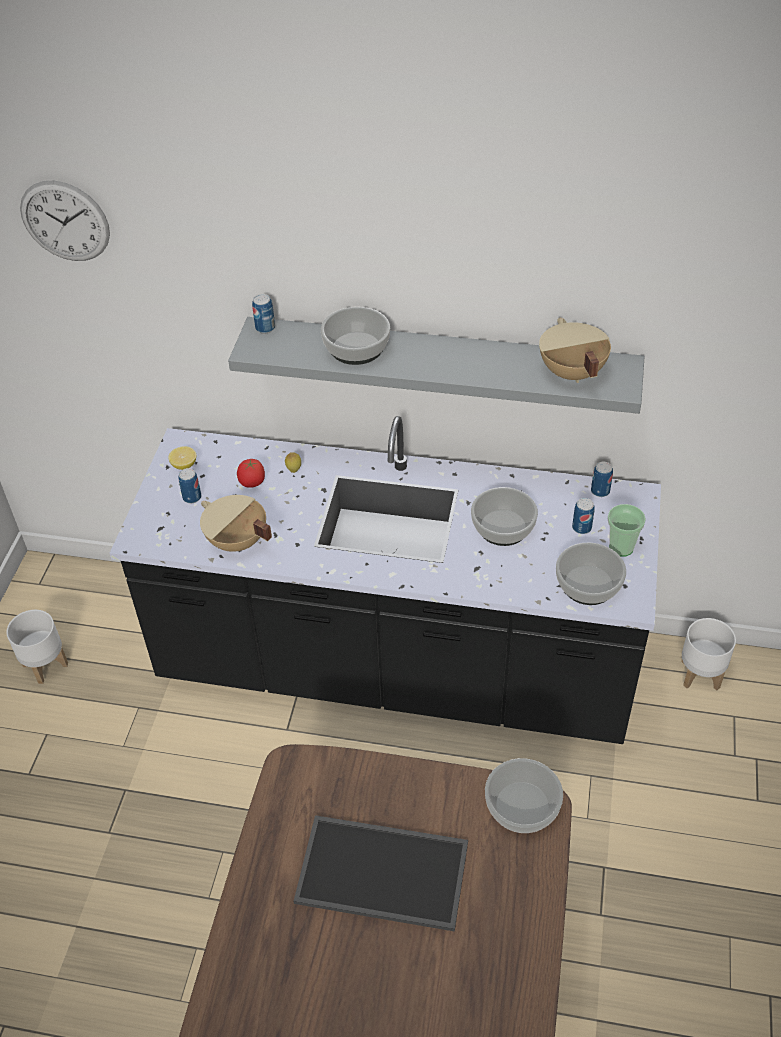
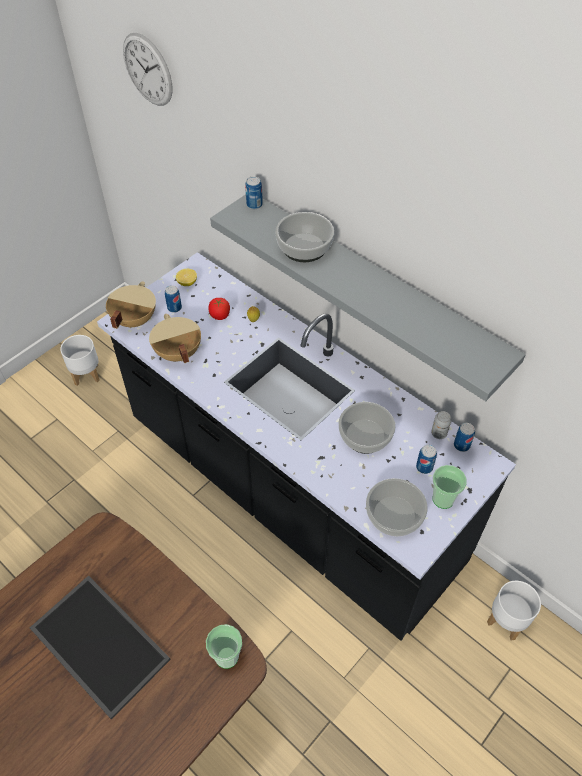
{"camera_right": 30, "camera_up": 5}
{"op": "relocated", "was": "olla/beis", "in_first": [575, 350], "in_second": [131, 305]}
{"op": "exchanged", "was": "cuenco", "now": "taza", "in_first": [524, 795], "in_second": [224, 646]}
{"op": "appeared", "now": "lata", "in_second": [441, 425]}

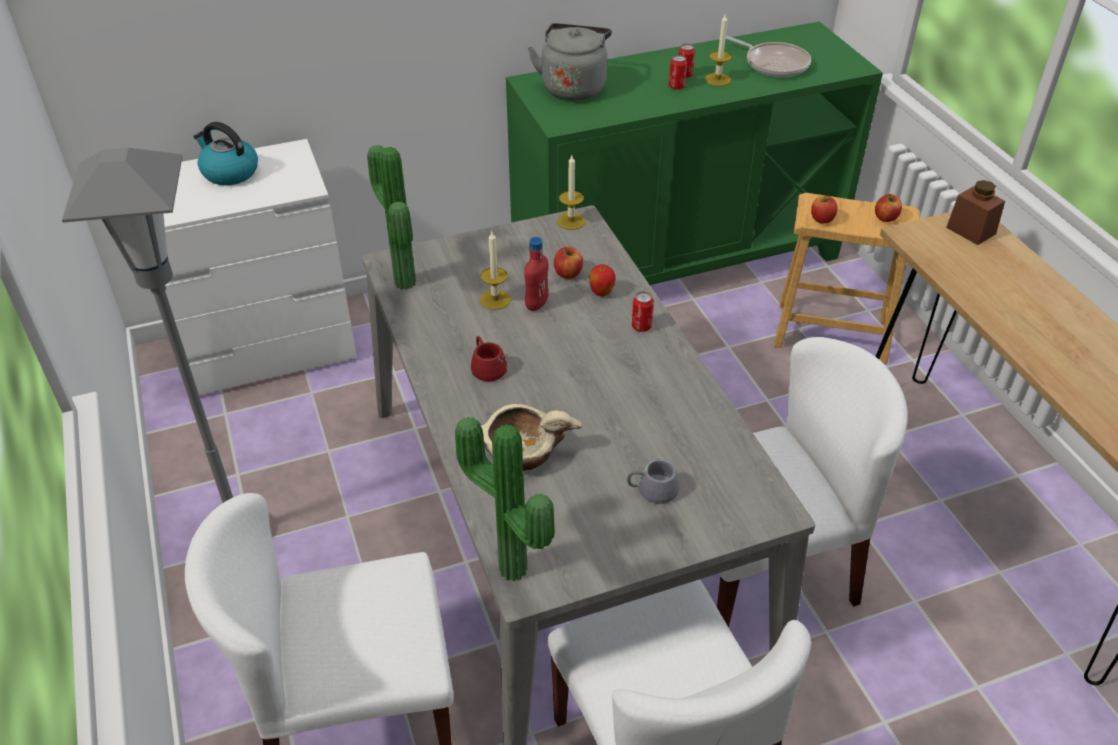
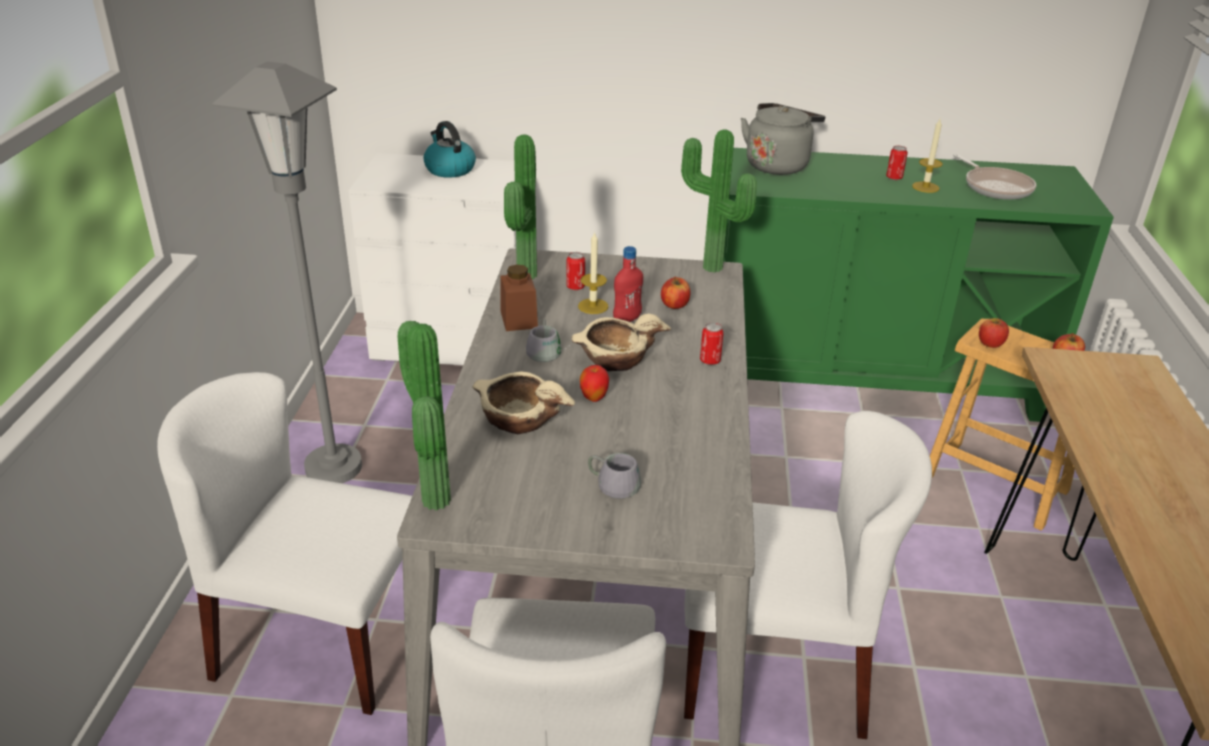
{"camera_right": 25, "camera_up": -10}
{"op": "relocated", "was": "tarro/marrón", "in_first": [975, 212], "in_second": [519, 298]}
{"op": "colour", "was": "taza grande/rojo", "now": "taza grande/gris", "in_first": [489, 358], "in_second": [548, 340]}
{"op": "relocated", "was": "lata", "in_first": [678, 72], "in_second": [576, 271]}
{"op": "appeared", "now": "cuenco/beis", "in_second": [621, 342]}
{"op": "relocated", "was": "manzana", "in_first": [602, 280], "in_second": [594, 383]}
{"op": "exchanged", "was": "vela", "now": "planta en maceta", "in_first": [571, 192], "in_second": [719, 201]}

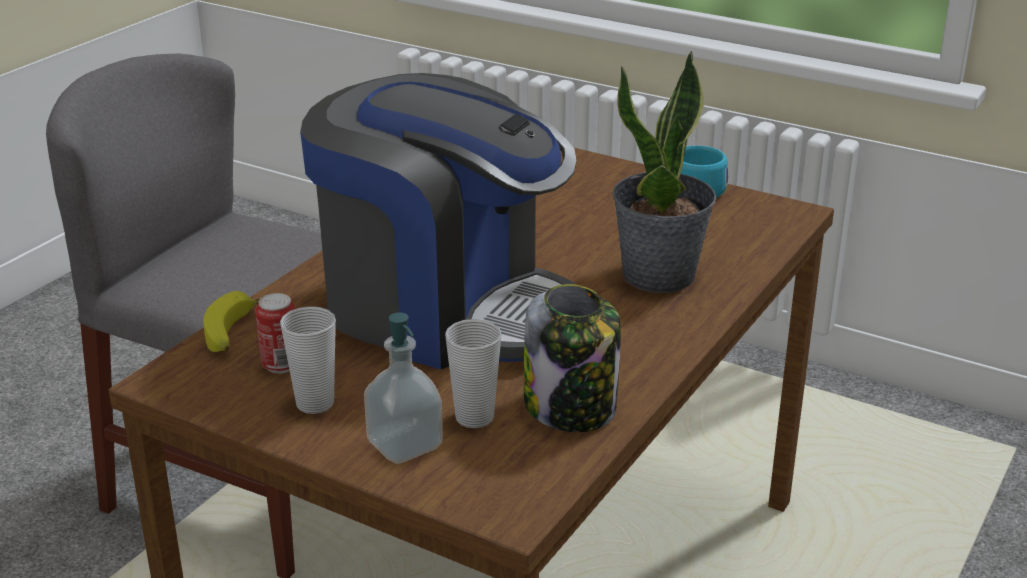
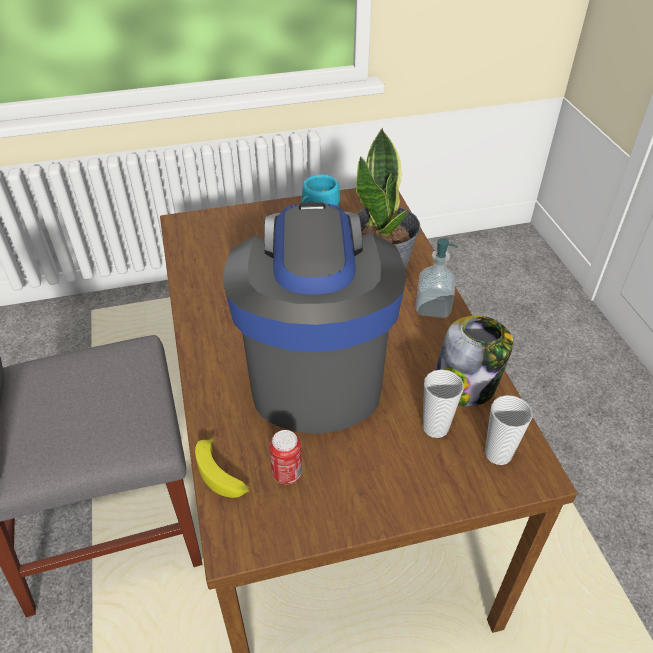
{"camera_right": -45, "camera_up": 15}
{"op": "spun", "was": "cafetera", "in_first": [438, 221], "in_second": [314, 317], "clockwise": -75}
{"op": "relocated", "was": "dispensador de jabón", "in_first": [403, 388], "in_second": [436, 278]}
{"op": "relocated", "was": "taza", "in_first": [308, 360], "in_second": [509, 430]}

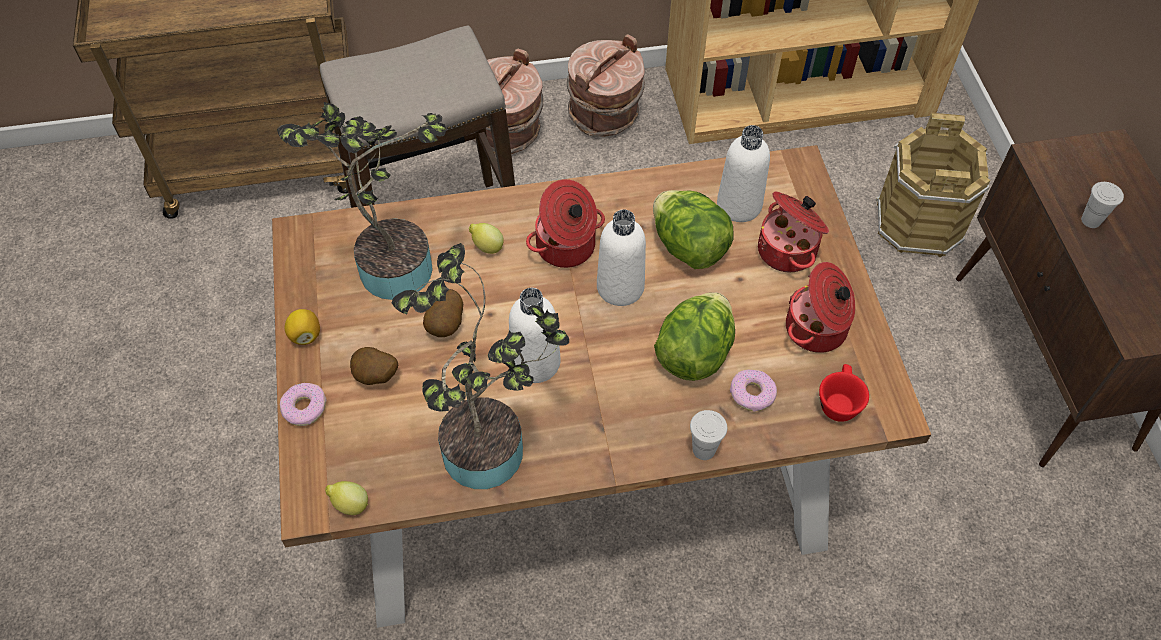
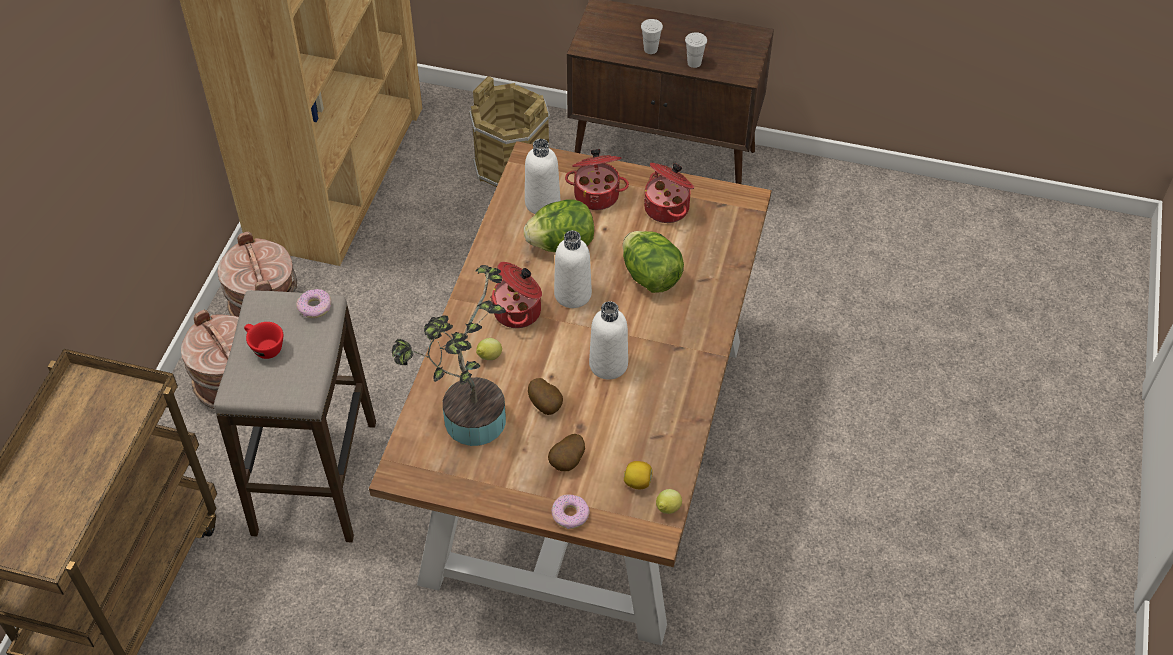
{"camera_right": -65, "camera_up": -5}
{"op": "relocated", "was": "taza/rojo", "in_first": [844, 393], "in_second": [263, 340]}
{"op": "relocated", "was": "rosquilla", "in_first": [753, 391], "in_second": [313, 303]}
{"op": "relocated", "was": "limón", "in_first": [302, 327], "in_second": [638, 475]}
{"op": "relocated", "was": "taza/blanco", "in_first": [708, 435], "in_second": [696, 50]}
{"op": "missing", "was": "planta en maceta", "in_first": [480, 366]}

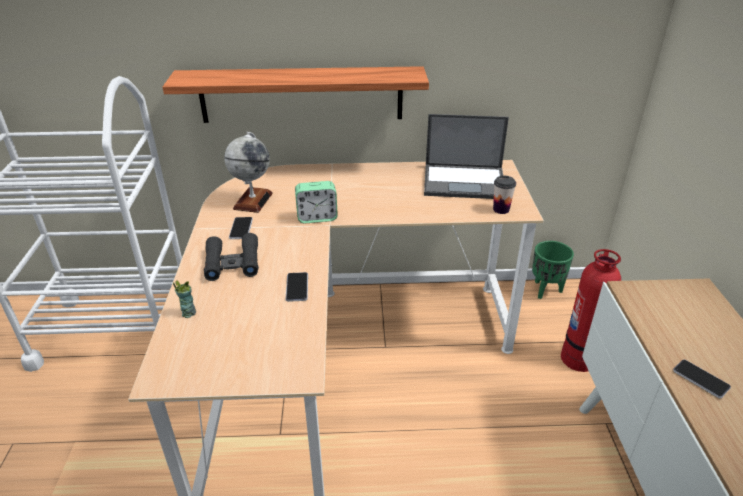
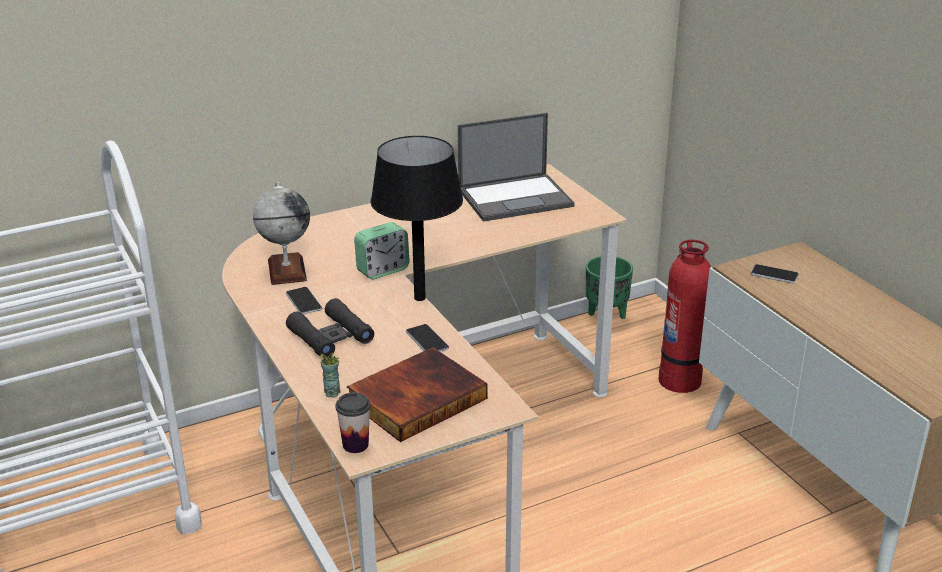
{"camera_right": -25, "camera_up": -5}
{"op": "relocated", "was": "taza", "in_first": [504, 195], "in_second": [353, 422]}
{"op": "appeared", "now": "libro", "in_second": [417, 394]}
{"op": "appeared", "now": "lámpara de mesa/negro", "in_second": [416, 218]}
{"op": "relocated", "was": "móvil", "in_first": [702, 379], "in_second": [775, 273]}
{"op": "missing", "was": "estante", "in_first": [296, 94]}

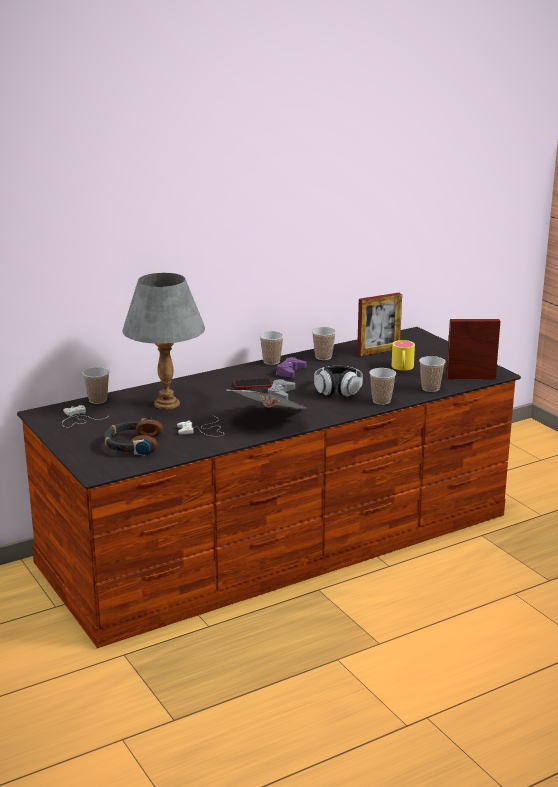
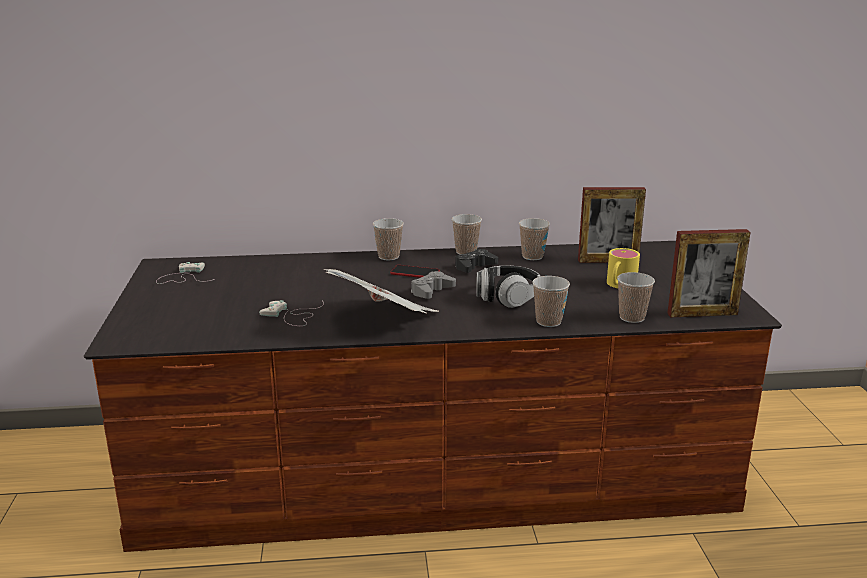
{"camera_right": 25, "camera_up": 0}
{"op": "relocated", "was": "taza", "in_first": [96, 385], "in_second": [388, 239]}
{"op": "colour", "was": "mando de consola/morado", "now": "mando de consola/negro", "in_first": [291, 367], "in_second": [476, 261]}
{"op": "spun", "was": "portarretratos", "in_first": [473, 349], "in_second": [709, 273], "clockwise": 150}
{"op": "missing", "was": "auriculares", "in_first": [133, 437]}
{"op": "missing", "was": "lámpara de mesa/gris", "in_first": [163, 341]}

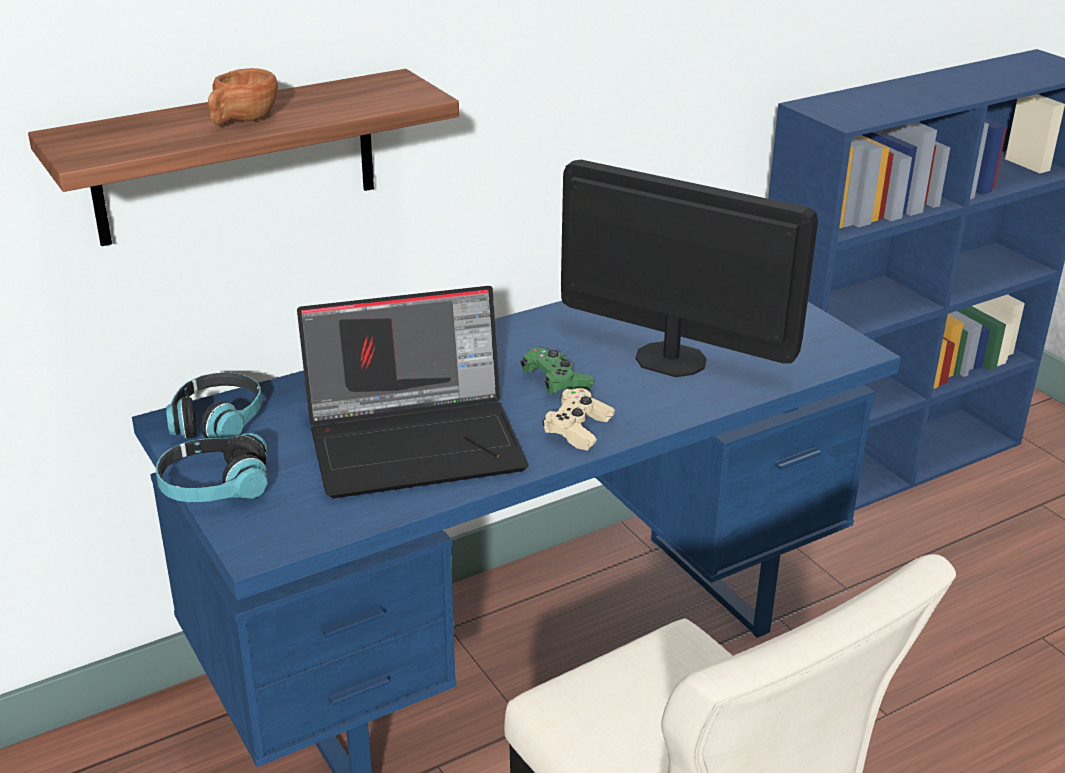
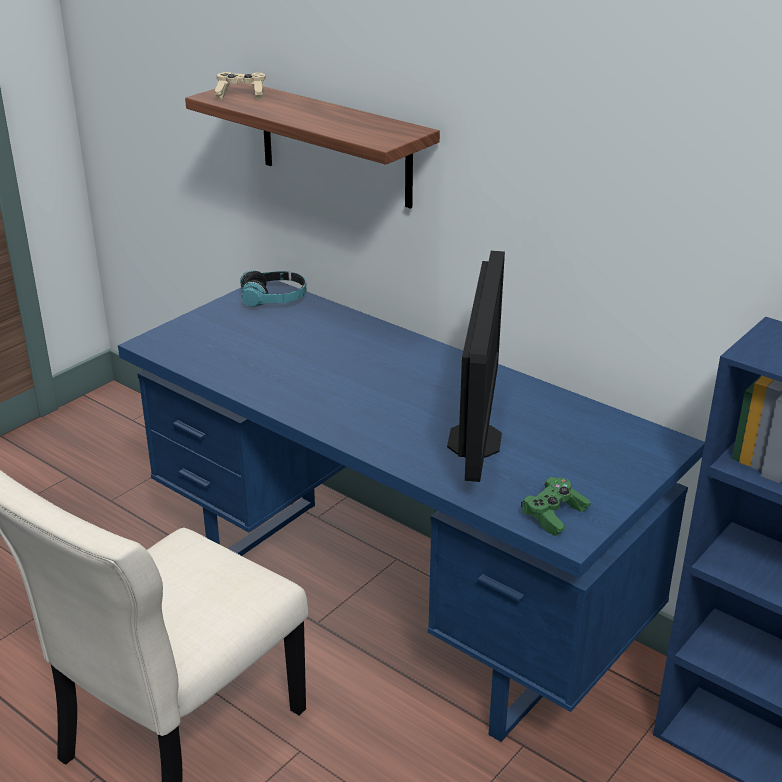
{"camera_right": 70, "camera_up": 0}
{"op": "relocated", "was": "mando de consola/beis", "in_first": [578, 419], "in_second": [240, 86]}
{"op": "relocated", "was": "mando de consola/verde", "in_first": [557, 371], "in_second": [556, 506]}
{"op": "missing", "was": "auriculares", "in_first": [212, 467]}
{"op": "missing", "was": "taza/marrón", "in_first": [243, 96]}
{"op": "missing", "was": "portátil", "in_first": [412, 392]}

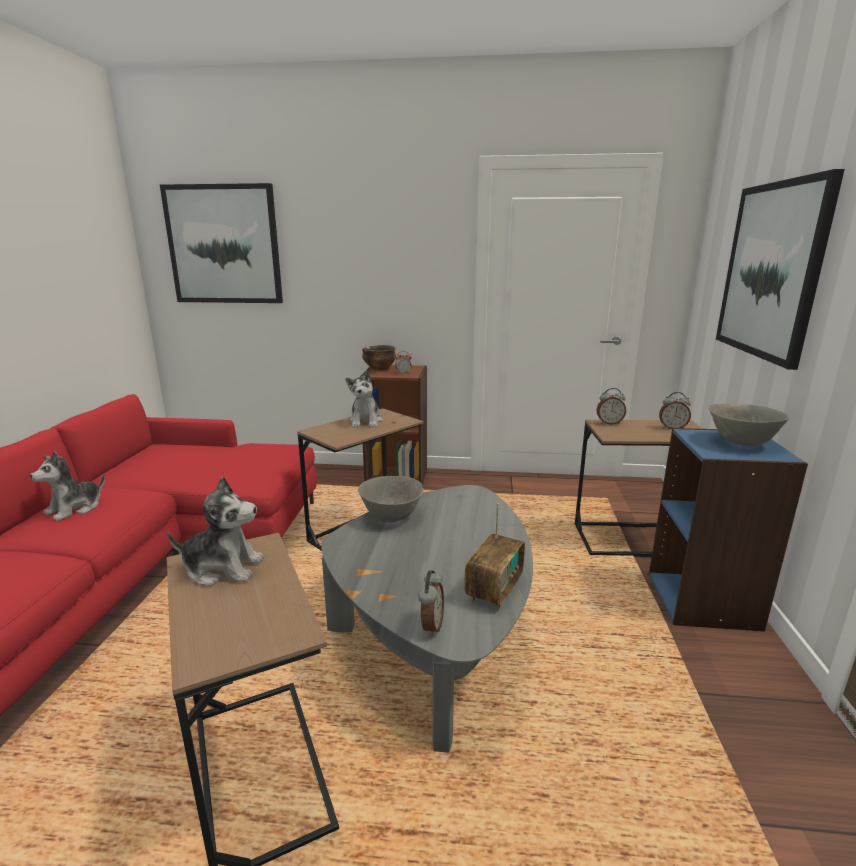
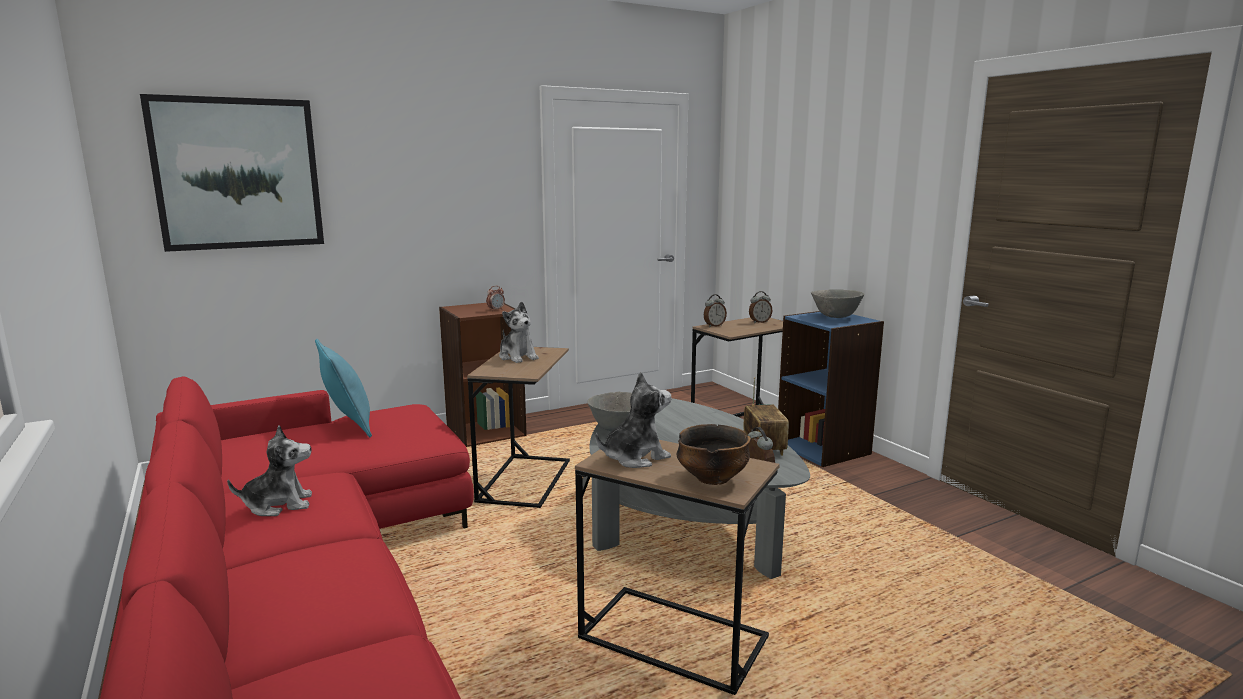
{"camera_right": -35, "camera_up": -5}
{"op": "spun", "was": "peluche", "in_first": [67, 486], "in_second": [269, 470], "clockwise": -105}
{"op": "appeared", "now": "cojín/turquesa", "in_second": [343, 388]}
{"op": "relocated", "was": "cuenco", "in_first": [379, 358], "in_second": [714, 454]}
{"op": "missing", "was": "cuadro", "in_first": [780, 269]}

